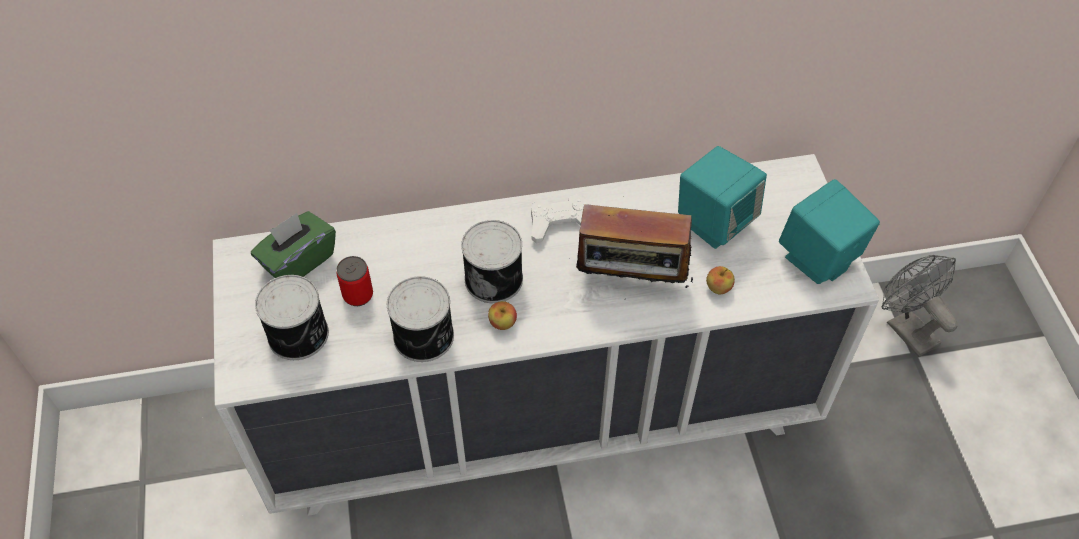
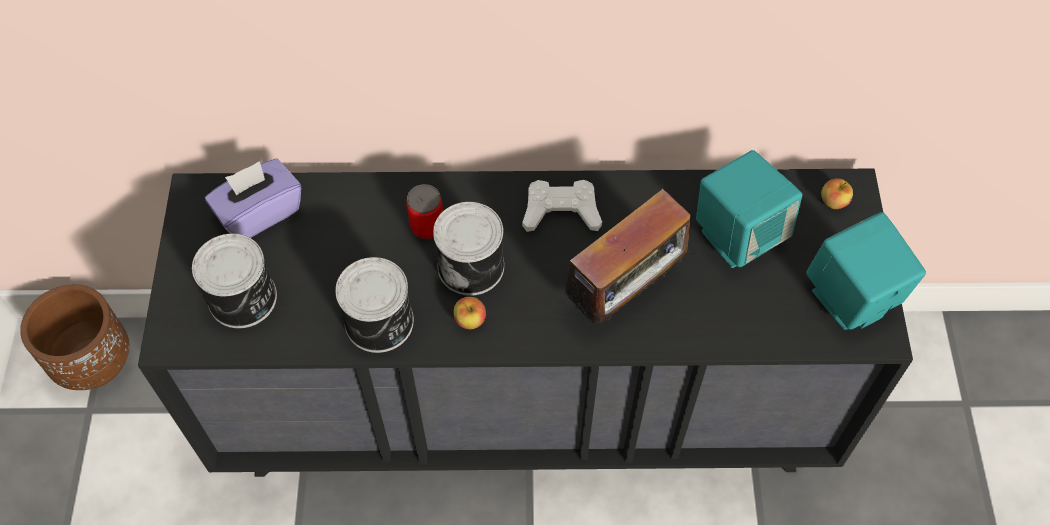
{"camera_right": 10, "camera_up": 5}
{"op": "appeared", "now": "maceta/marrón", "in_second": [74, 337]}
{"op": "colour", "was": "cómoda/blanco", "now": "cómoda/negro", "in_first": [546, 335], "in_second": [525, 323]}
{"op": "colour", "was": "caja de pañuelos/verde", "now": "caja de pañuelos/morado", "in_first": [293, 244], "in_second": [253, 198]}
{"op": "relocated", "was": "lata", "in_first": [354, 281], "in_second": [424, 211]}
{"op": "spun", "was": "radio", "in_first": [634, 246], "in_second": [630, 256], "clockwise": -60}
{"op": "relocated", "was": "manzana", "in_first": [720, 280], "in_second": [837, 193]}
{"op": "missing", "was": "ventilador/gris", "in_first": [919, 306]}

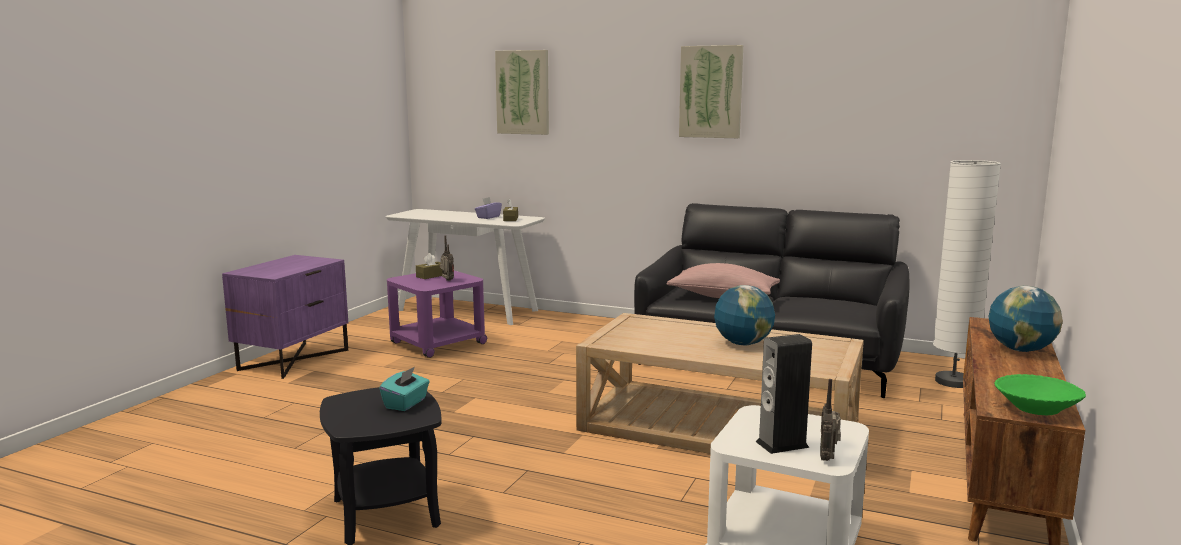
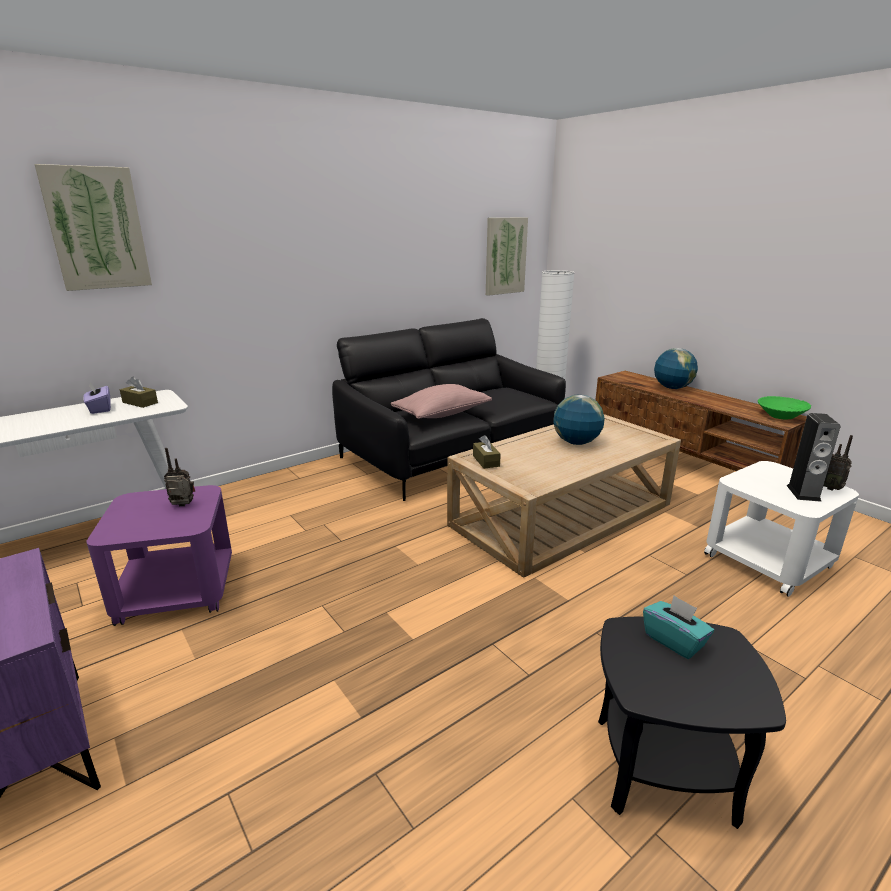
{"camera_right": -60, "camera_up": 10}
{"op": "relocated", "was": "caja de pañuelos/marrón", "in_first": [429, 266], "in_second": [487, 452]}
{"op": "relocated", "was": "cuadro", "in_first": [711, 91], "in_second": [507, 256]}

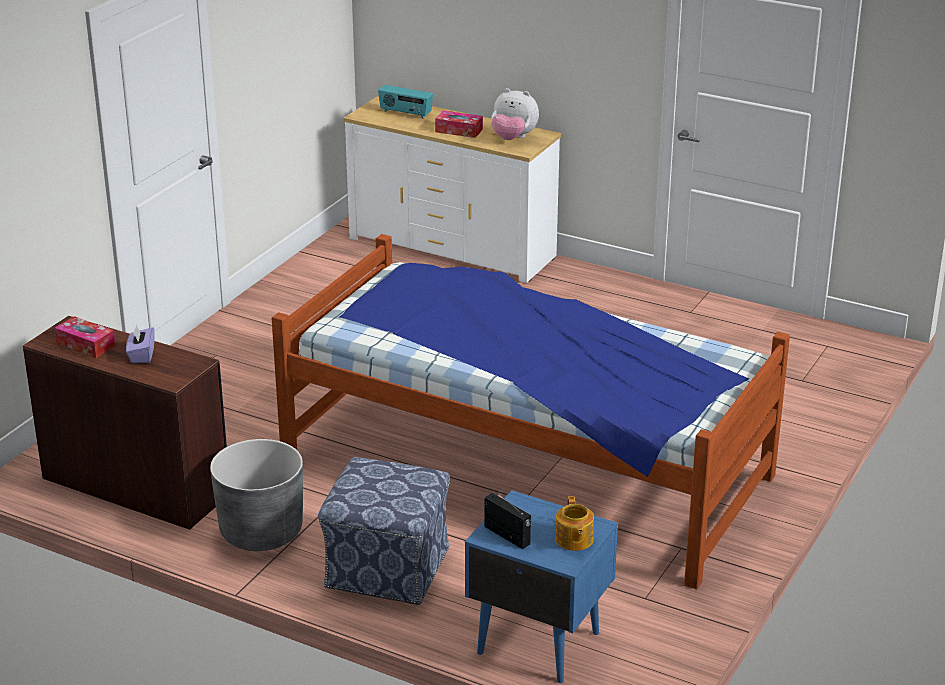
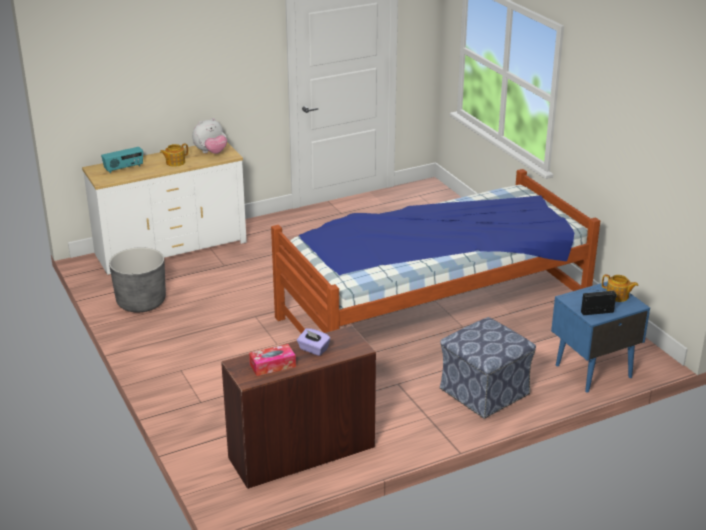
{"camera_right": -55, "camera_up": 0}
{"op": "relocated", "was": "maceta/gris", "in_first": [256, 495], "in_second": [137, 279]}
{"op": "exchanged", "was": "caja de pañuelos", "now": "tetera", "in_first": [459, 124], "in_second": [174, 155]}

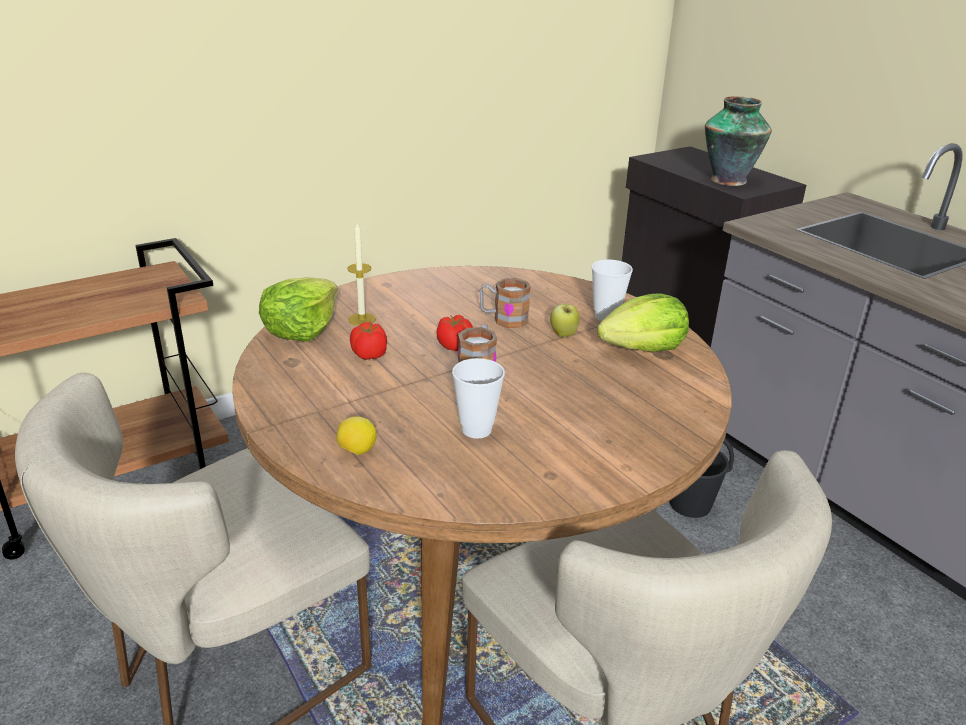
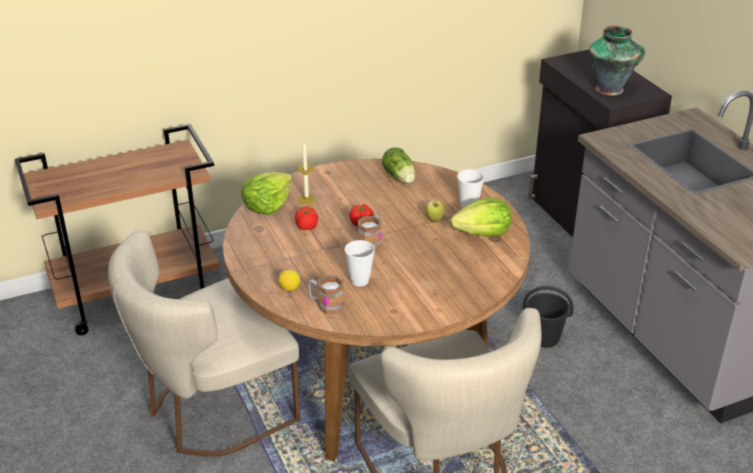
{"camera_right": 10, "camera_up": 5}
{"op": "relocated", "was": "taza grande", "in_first": [505, 303], "in_second": [326, 294]}
{"op": "appeared", "now": "lechuga", "in_second": [398, 165]}

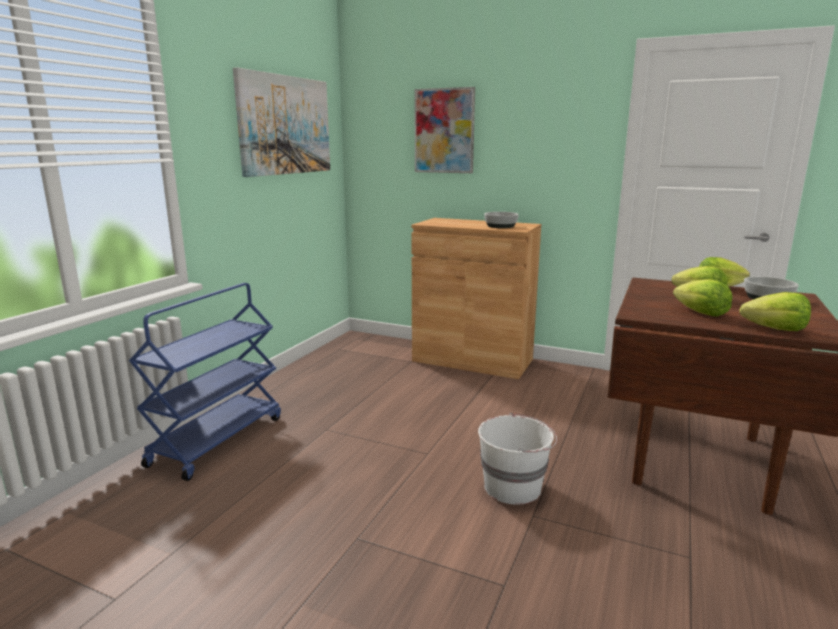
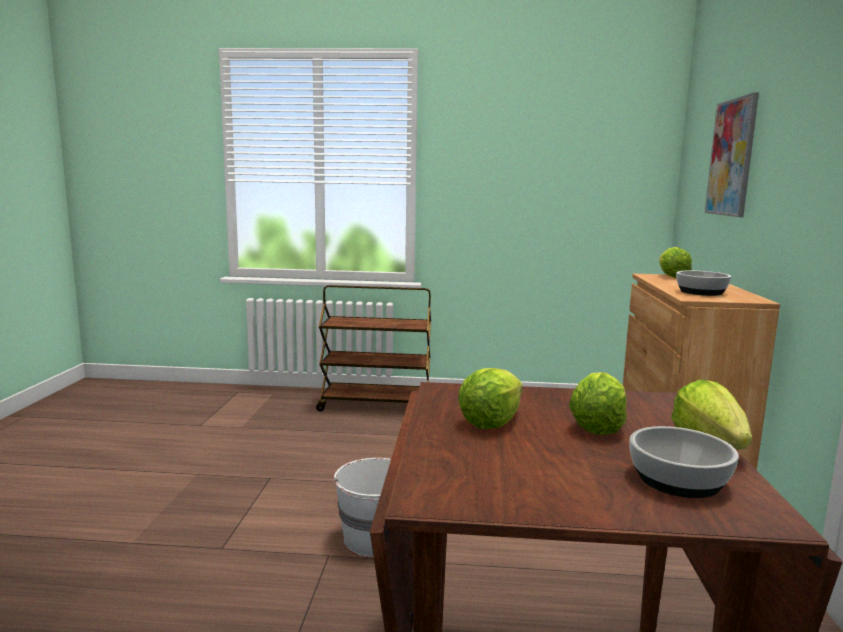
{"camera_right": 70, "camera_up": -5}
{"op": "colour", "was": "carrito/azul", "now": "carrito/marrón", "in_first": [205, 382], "in_second": [373, 348]}
{"op": "relocated", "was": "lechuga", "in_first": [775, 311], "in_second": [675, 262]}
{"op": "missing", "was": "cuadro", "in_first": [281, 122]}

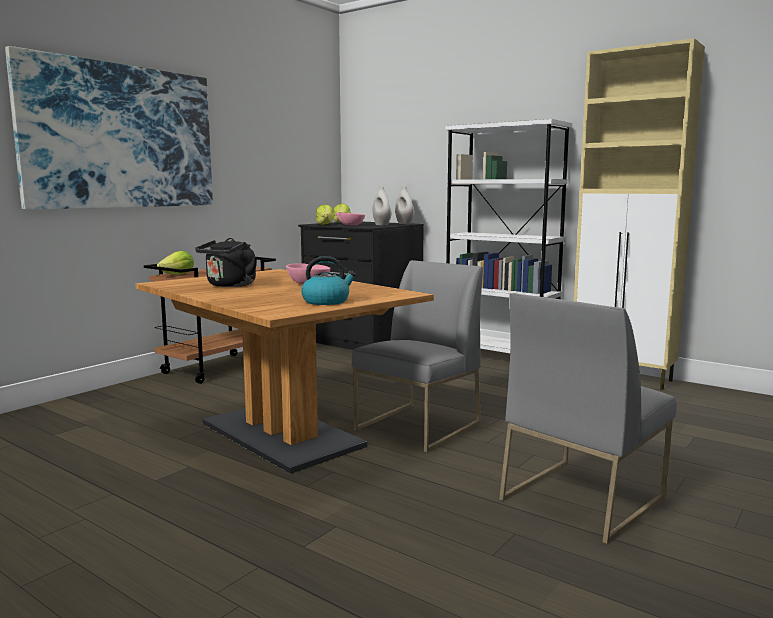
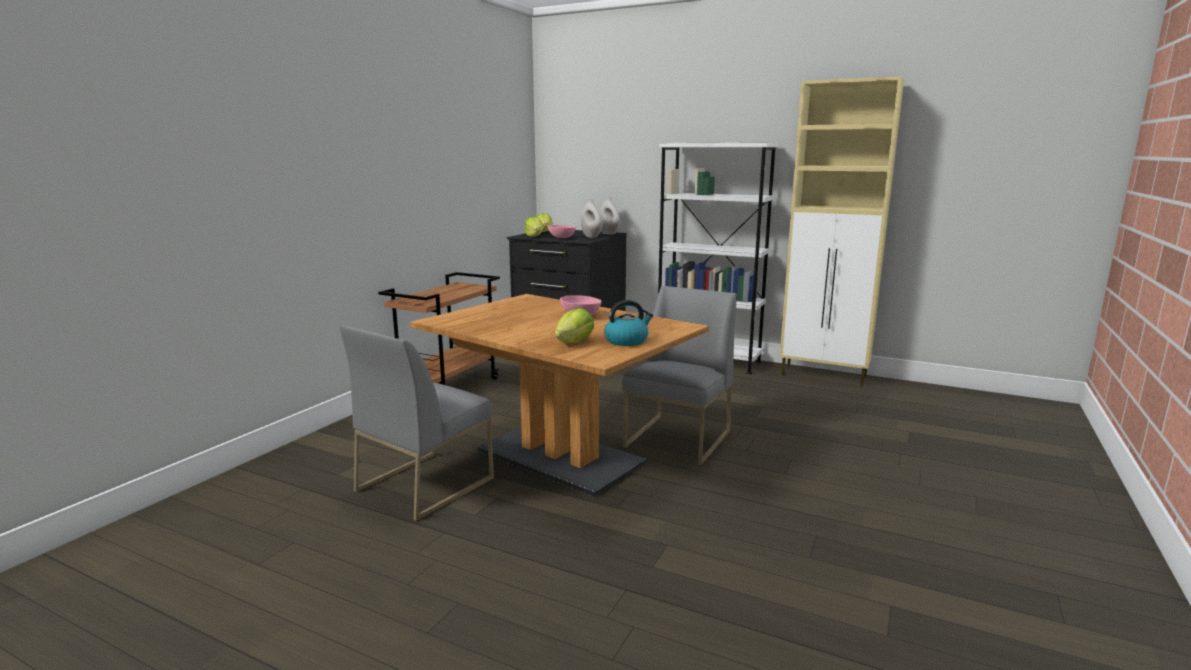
{"camera_right": -10, "camera_up": 5}
{"op": "relocated", "was": "silla/gris", "in_first": [588, 418], "in_second": [416, 423]}
{"op": "relocated", "was": "lechuga", "in_first": [175, 263], "in_second": [574, 325]}
{"op": "missing", "was": "cuadro", "in_first": [109, 128]}
{"op": "missing", "was": "hervidor/negro", "in_first": [226, 262]}

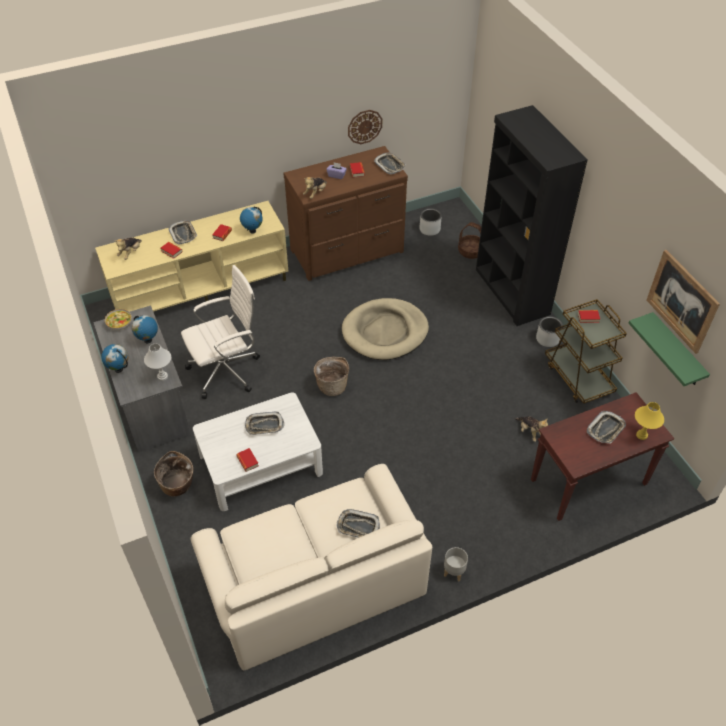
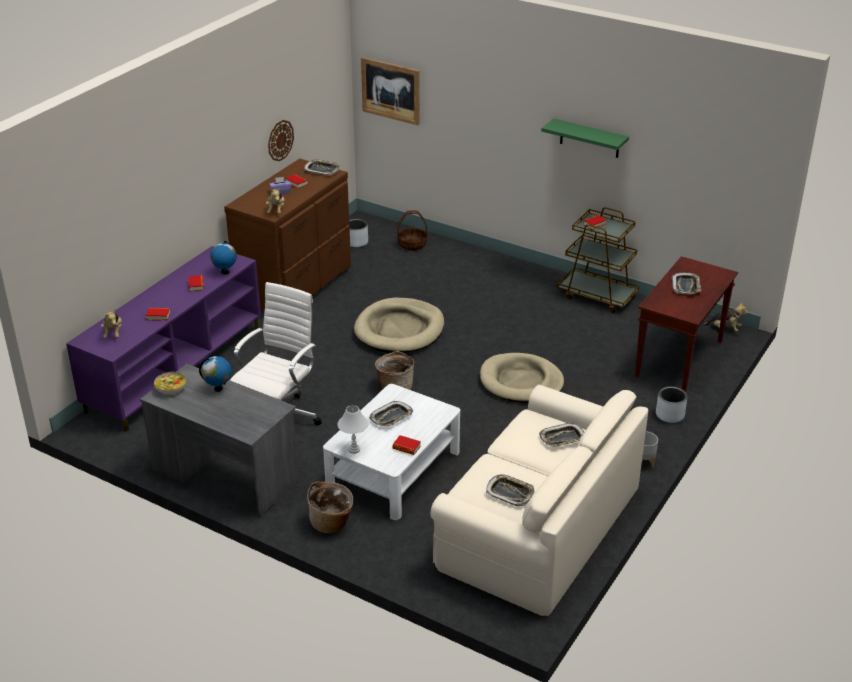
{"camera_right": -35, "camera_up": -15}
{"op": "colour", "was": "mueble de televisión/beis", "now": "mueble de televisión/morado", "in_first": [191, 256], "in_second": [163, 339]}
{"op": "relocated", "was": "lámpara de mesa/blanco", "in_first": [157, 362], "in_second": [353, 429]}
{"op": "relocated", "was": "cuadro", "in_first": [683, 302], "in_second": [390, 91]}
{"op": "appeared", "now": "cama para perro/beis", "in_second": [522, 378]}
{"op": "relocated", "was": "bandeja", "in_first": [183, 232], "in_second": [510, 490]}
{"op": "relocated", "was": "estante/verde", "in_first": [669, 349], "in_second": [585, 138]}
{"op": "relocated", "was": "maceta/gris", "in_first": [549, 331], "in_second": [671, 404]}
{"op": "relocated", "was": "peluche", "in_first": [531, 429], "in_second": [725, 316]}
{"op": "missing", "was": "globo terráqueo", "in_first": [115, 358]}
{"op": "missing", "was": "estantería/negro", "in_first": [532, 215]}
{"op": "missing", "was": "lámpara de mesa/amarillo", "in_first": [649, 421]}

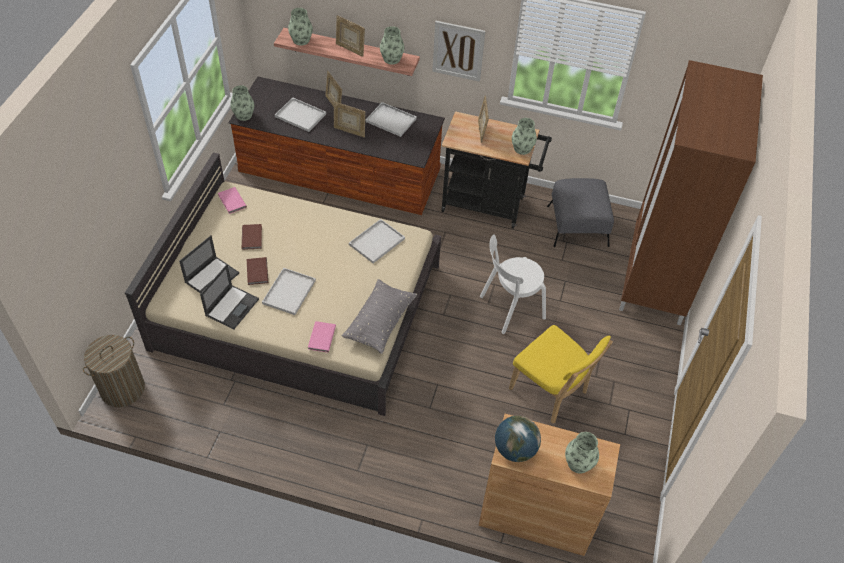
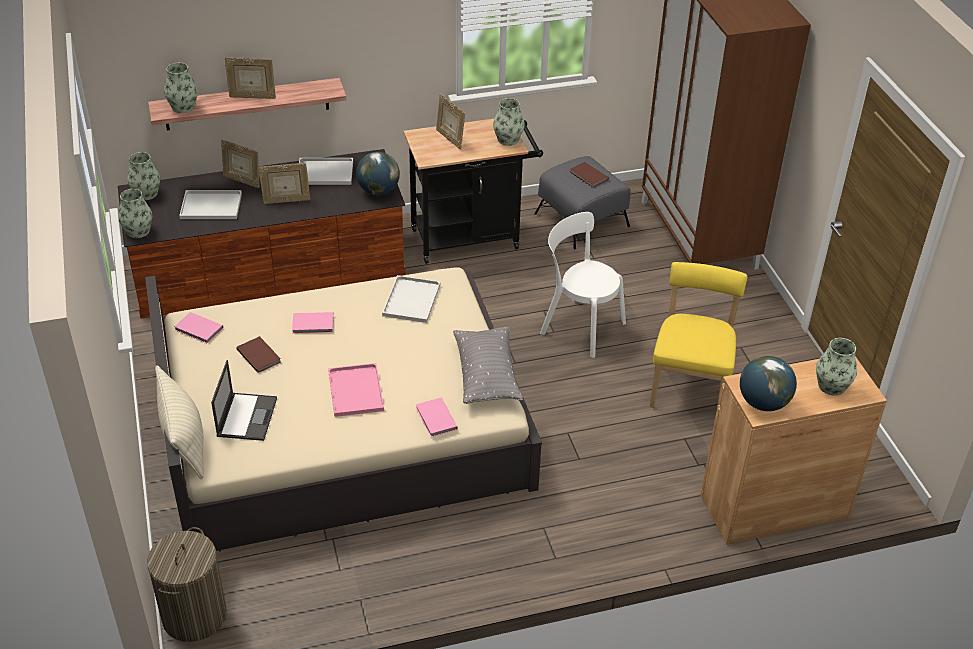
{"camera_right": -30, "camera_up": -10}
{"op": "relocated", "was": "florero", "in_first": [392, 45], "in_second": [143, 176]}
{"op": "appeared", "now": "cojín/beis", "in_second": [179, 422]}
{"op": "appeared", "now": "libro/rosa", "in_second": [313, 323]}
{"op": "colour", "was": "bandeja/blanco", "now": "bandeja/rosa", "in_first": [289, 291], "in_second": [356, 390]}
{"op": "appeared", "now": "globo terráqueo", "in_second": [378, 173]}
{"op": "spun", "was": "silla/blanco", "in_first": [513, 284], "in_second": [583, 285], "clockwise": 90}
{"op": "relocated", "was": "libro/marrón", "in_first": [257, 271], "in_second": [589, 175]}
{"op": "spun", "was": "silla/amarillo", "in_first": [561, 374], "in_second": [699, 337], "clockwise": -90}
{"op": "missing", "was": "portátil", "in_first": [229, 297]}
{"op": "missing", "was": "cuadro", "in_first": [458, 51]}

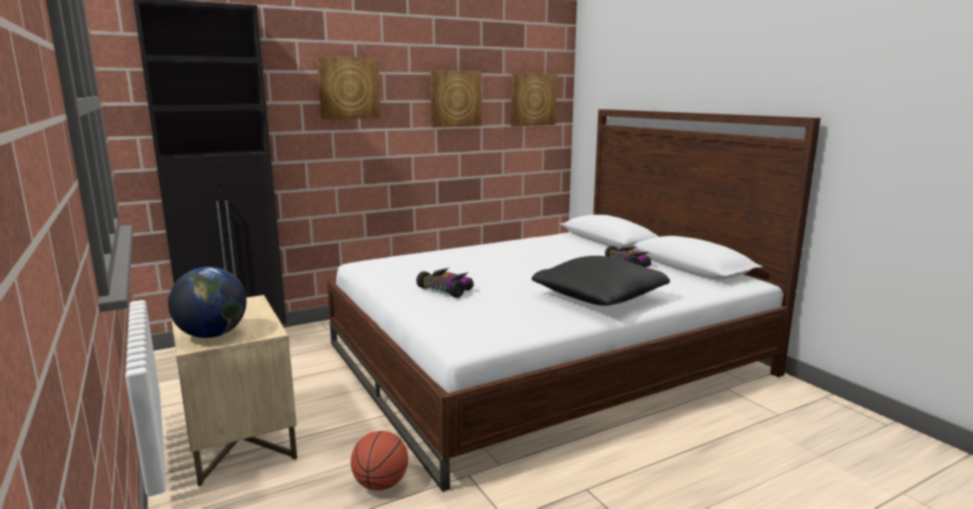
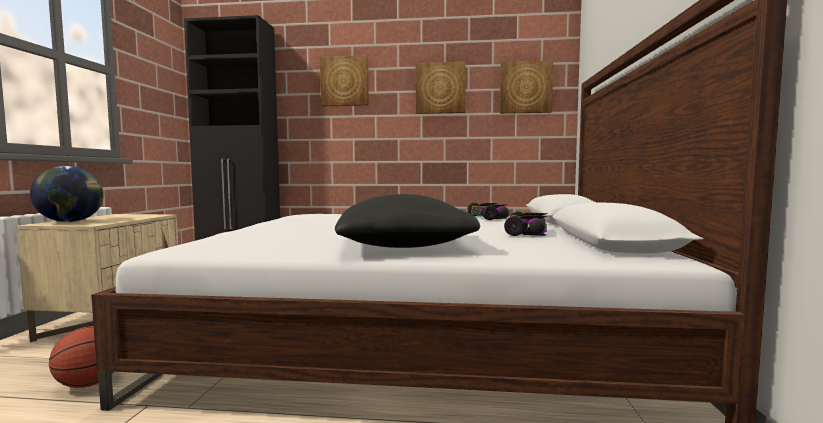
{"camera_right": 35, "camera_up": -10}
{"op": "relocated", "was": "coche de juguete", "in_first": [445, 283], "in_second": [488, 211]}

